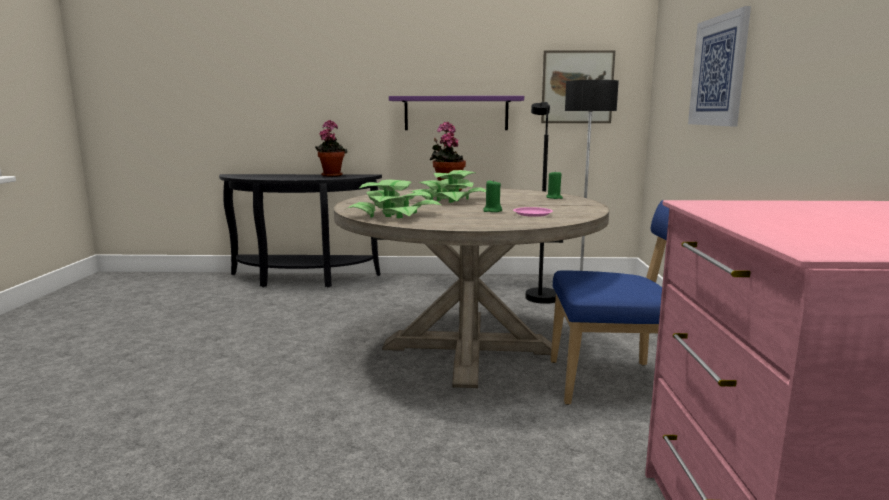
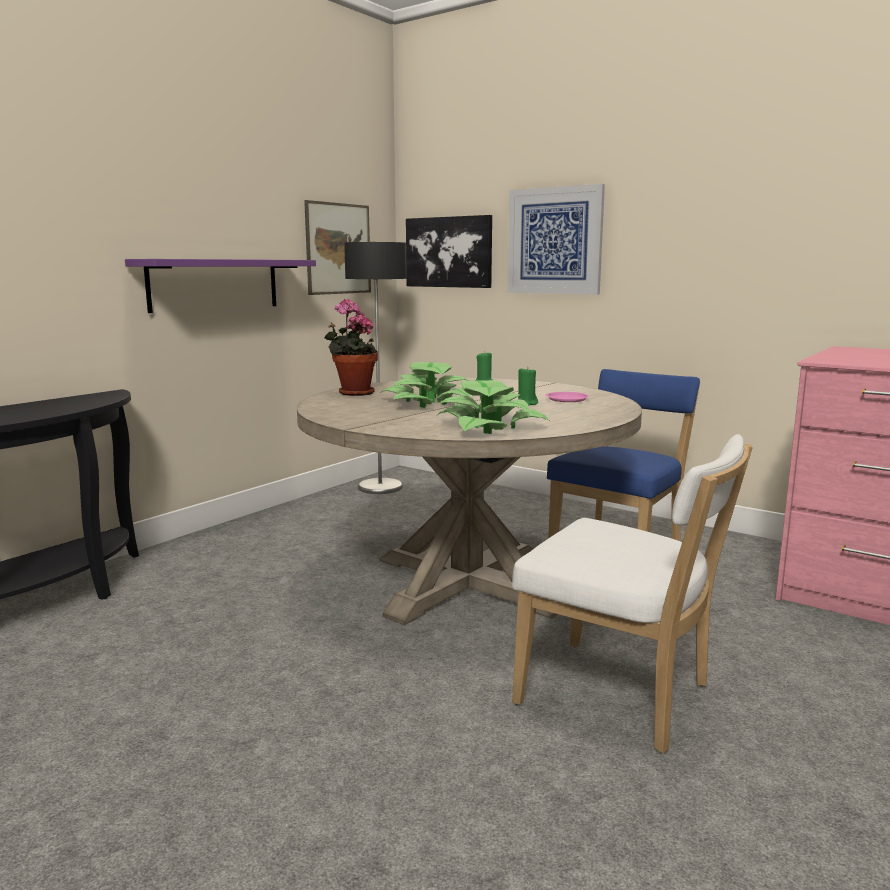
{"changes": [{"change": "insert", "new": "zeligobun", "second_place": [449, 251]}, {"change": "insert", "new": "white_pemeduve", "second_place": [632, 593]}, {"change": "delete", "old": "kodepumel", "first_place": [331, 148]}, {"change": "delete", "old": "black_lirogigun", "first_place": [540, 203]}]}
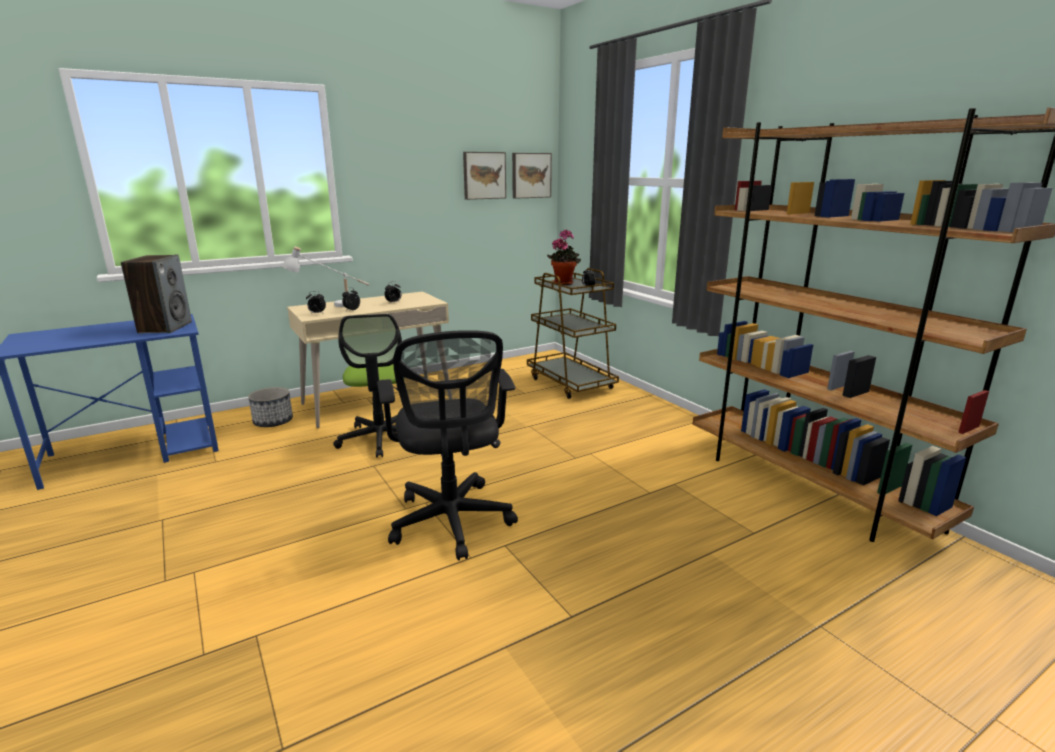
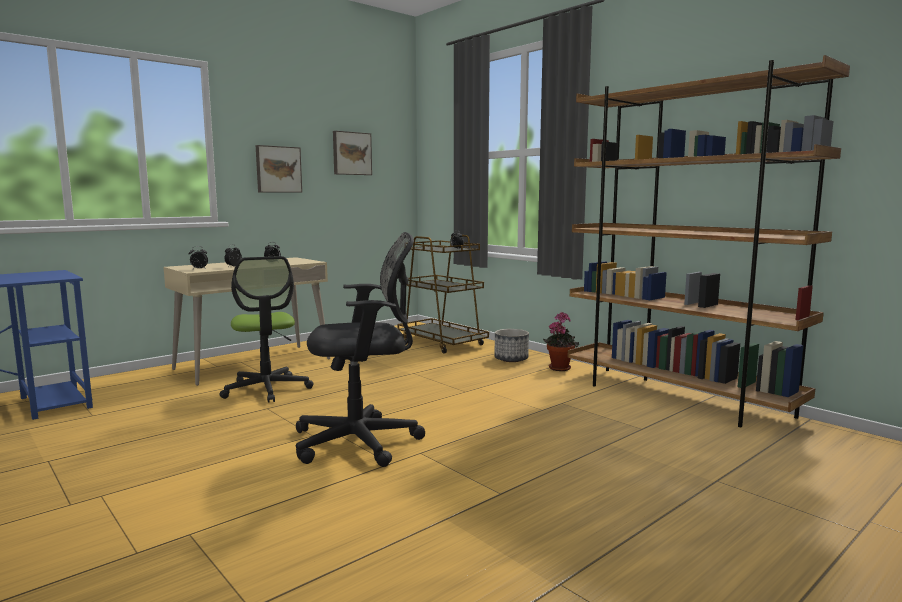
{"changes": [{"change": "move", "old": "zeligobun", "first_place": [532, 176], "second_place": [279, 169]}, {"change": "rotate", "old": "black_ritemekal", "first_place": [447, 445], "second_place": [360, 349], "degrees": -75}, {"change": "move", "old": "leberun", "first_place": [270, 407], "second_place": [512, 345]}, {"change": "move", "old": "kodepumel", "first_place": [564, 257], "second_place": [561, 341]}, {"change": "delete", "old": "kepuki", "first_place": [156, 294]}, {"change": "delete", "old": "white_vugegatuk", "first_place": [326, 276]}]}
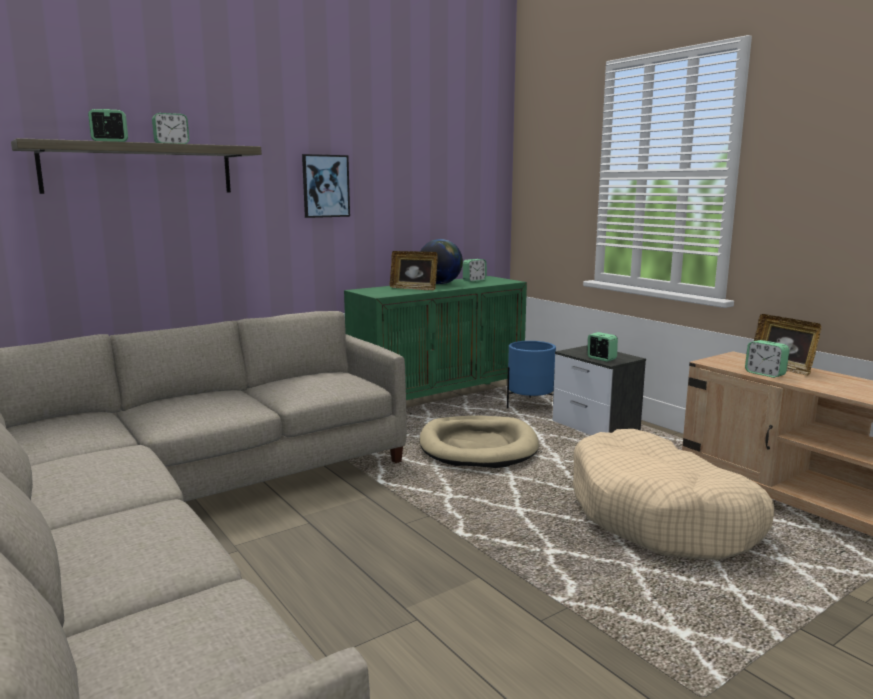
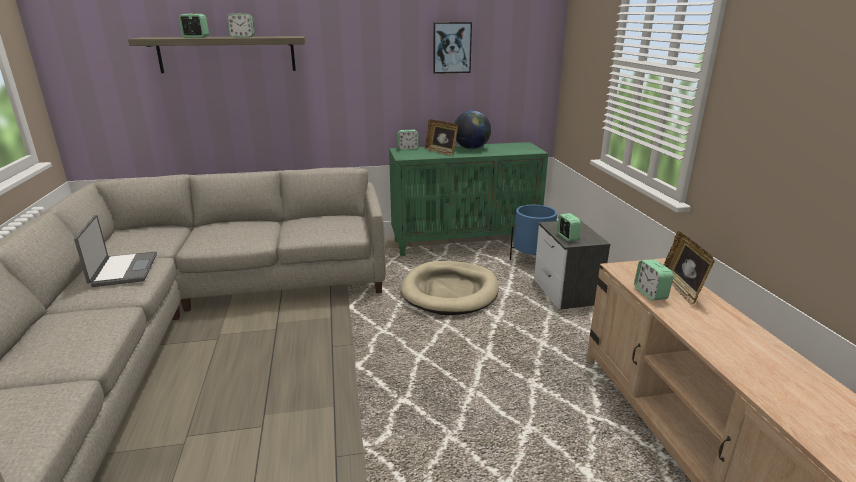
{"changes": [{"change": "insert", "new": "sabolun", "second_place": [115, 251]}, {"change": "move", "old": "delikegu", "first_place": [475, 270], "second_place": [408, 140]}, {"change": "move", "old": "zeligobun", "first_place": [326, 186], "second_place": [452, 48]}, {"change": "delete", "old": "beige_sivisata", "first_place": [673, 494]}]}
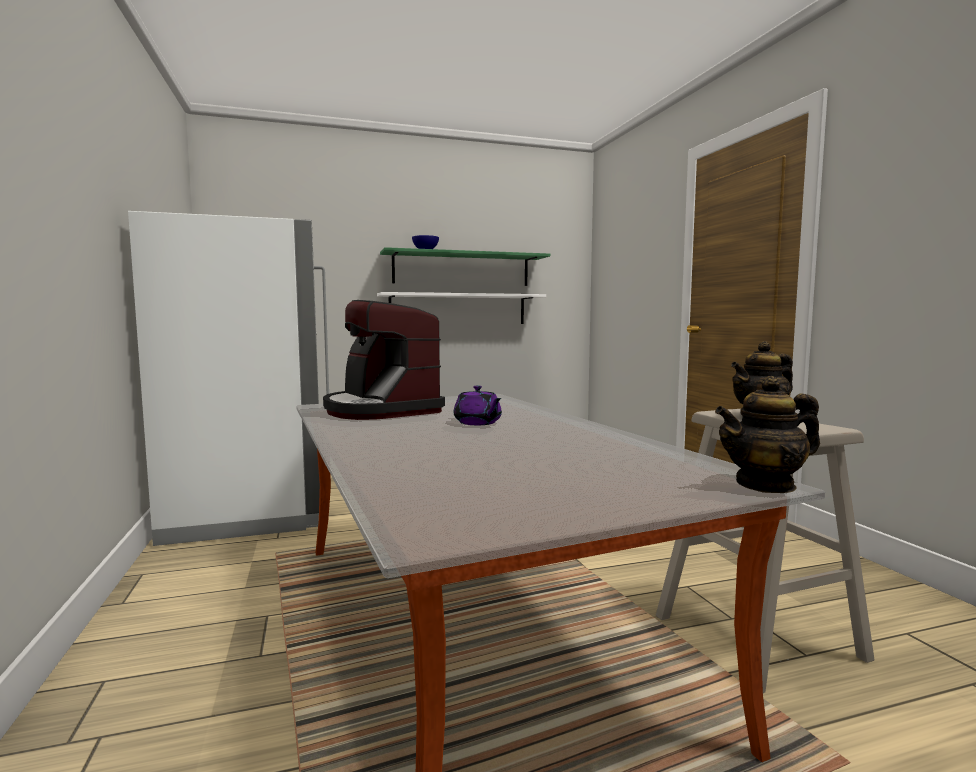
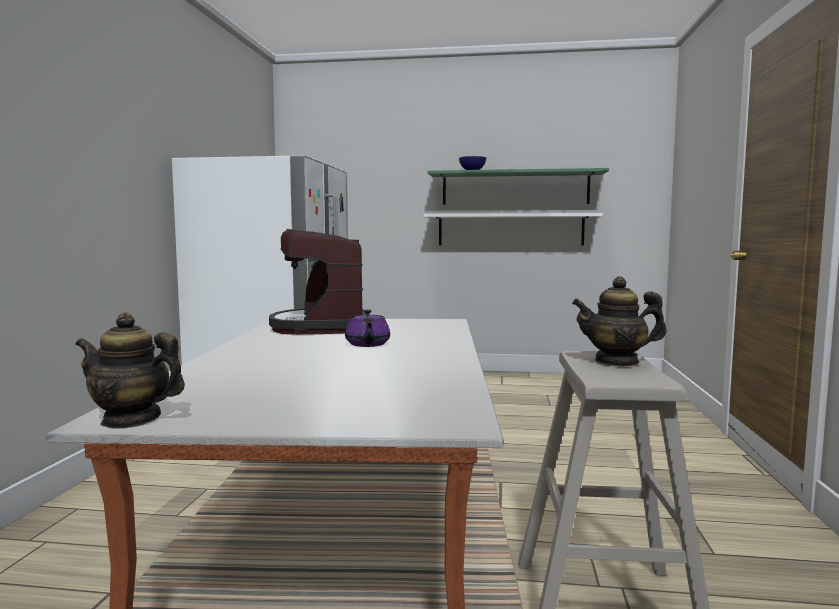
{"changes": [{"change": "move", "old": "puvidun", "first_place": [767, 434], "second_place": [130, 371]}]}
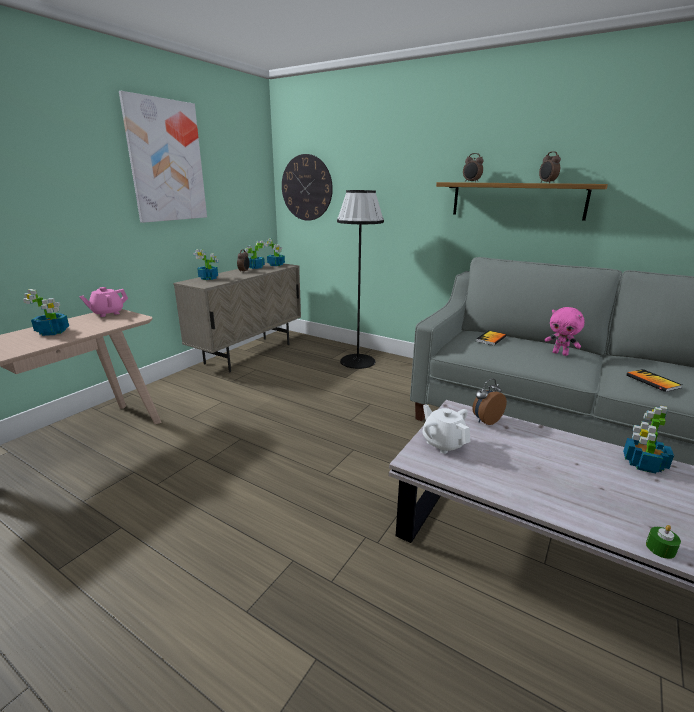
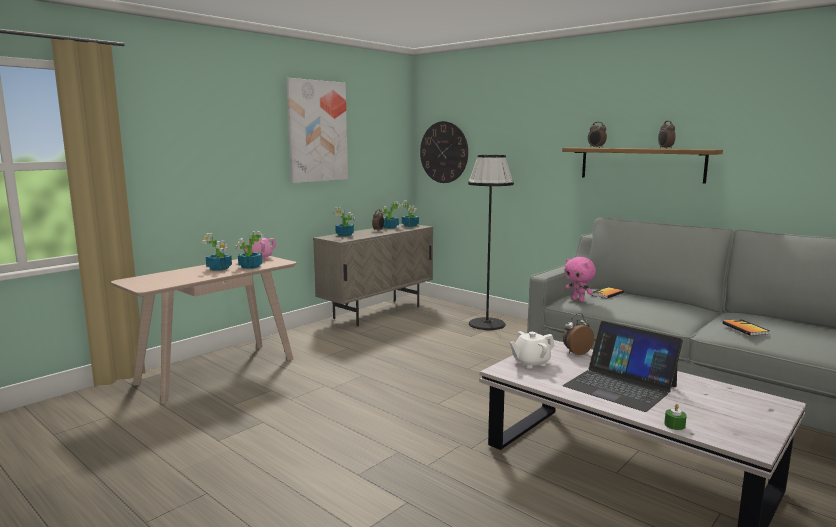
{"changes": [{"change": "move", "old": "kodepumel", "first_place": [648, 440], "second_place": [249, 250]}, {"change": "rotate", "old": "white_puvidun", "first_place": [446, 429], "second_place": [532, 350], "degrees": -90}, {"change": "insert", "new": "sabolun", "second_place": [623, 366]}, {"change": "move", "old": "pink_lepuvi", "first_place": [565, 331], "second_place": [580, 279]}]}
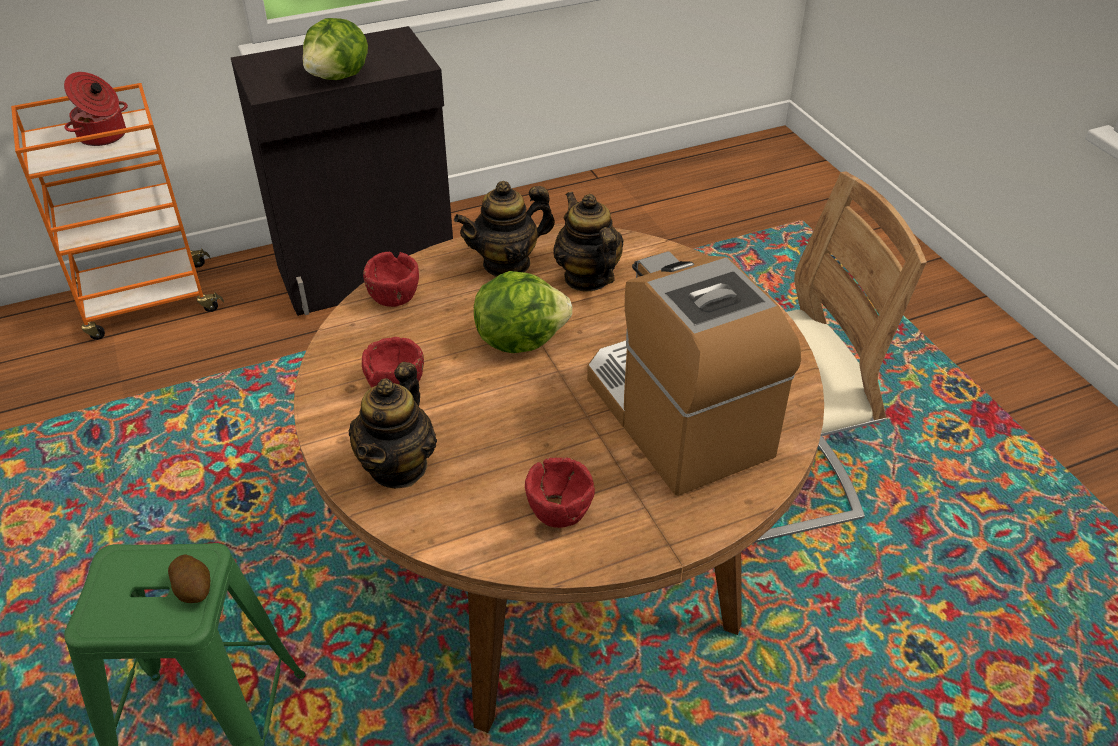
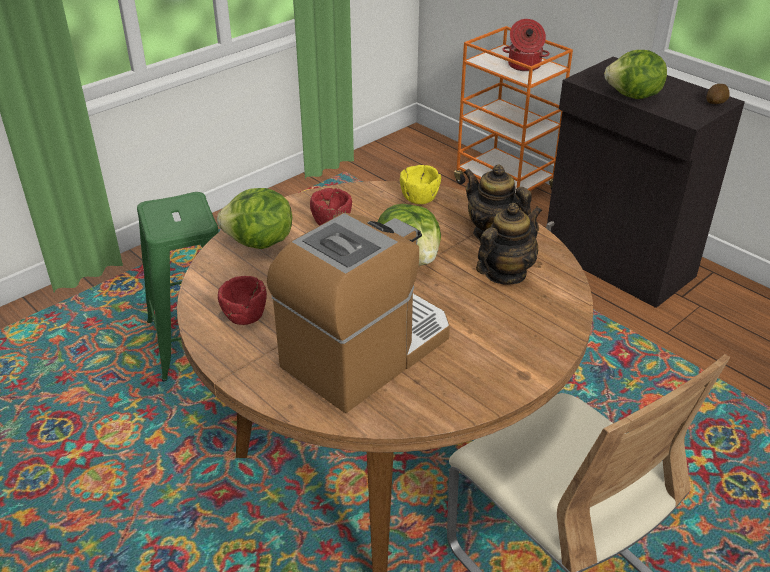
{"changes": [{"change": "replace", "old": "puvidun", "new": "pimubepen", "first_place": [392, 425], "second_place": [254, 218]}, {"change": "recolor", "old": "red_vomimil", "new": "yellow_vomimil", "first_place": [391, 279], "second_place": [420, 184]}, {"change": "move", "old": "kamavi", "first_place": [189, 578], "second_place": [718, 94]}]}
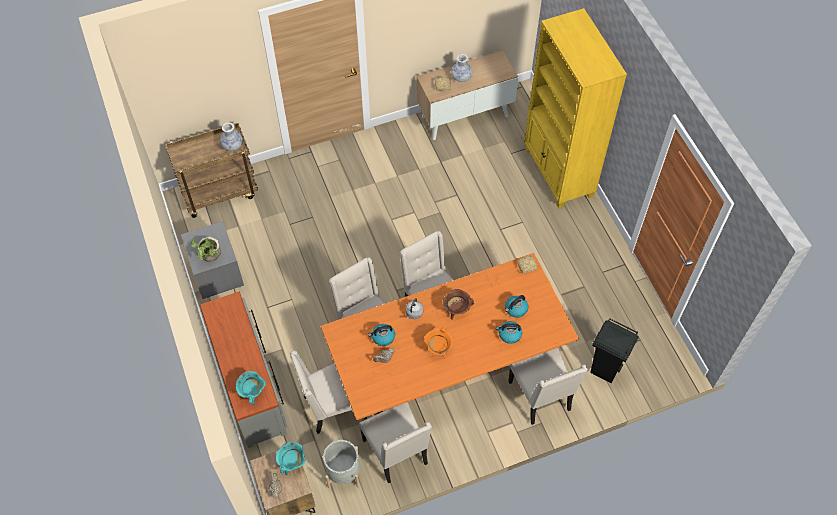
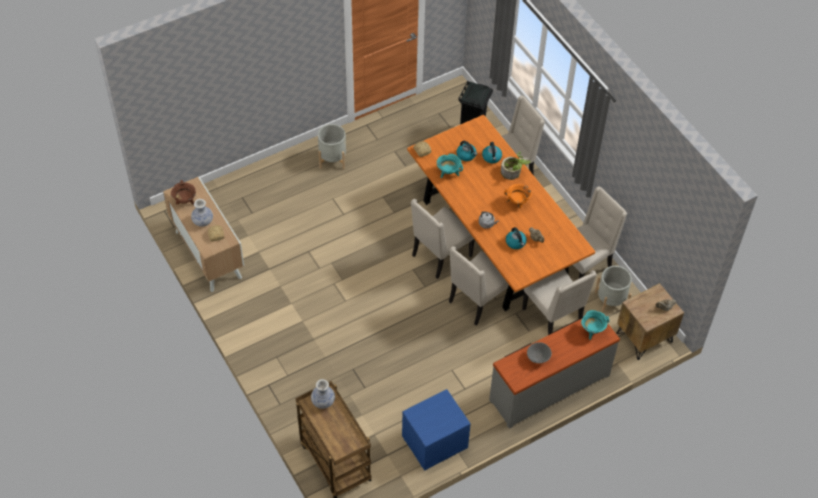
{"changes": [{"change": "move", "old": "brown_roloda", "first_place": [458, 304], "second_place": [183, 192]}, {"change": "insert", "new": "grey_leberun", "second_place": [332, 146]}, {"change": "recolor", "old": "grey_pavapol", "new": "blue_pavapol", "first_place": [212, 260], "second_place": [436, 430]}, {"change": "move", "old": "turquoise_roloda", "first_place": [291, 458], "second_place": [450, 166]}, {"change": "move", "old": "kodepumel", "first_place": [206, 249], "second_place": [516, 166]}, {"change": "insert", "new": "grey_vomimil", "second_place": [539, 353]}, {"change": "delete", "old": "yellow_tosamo", "first_place": [575, 108]}]}
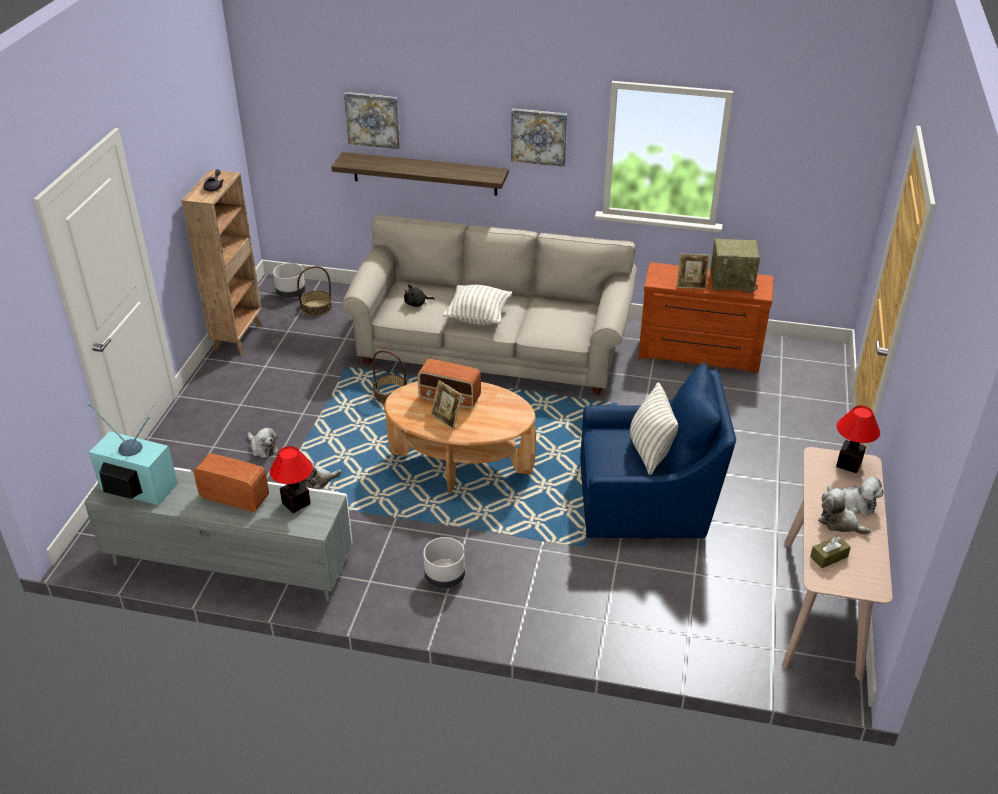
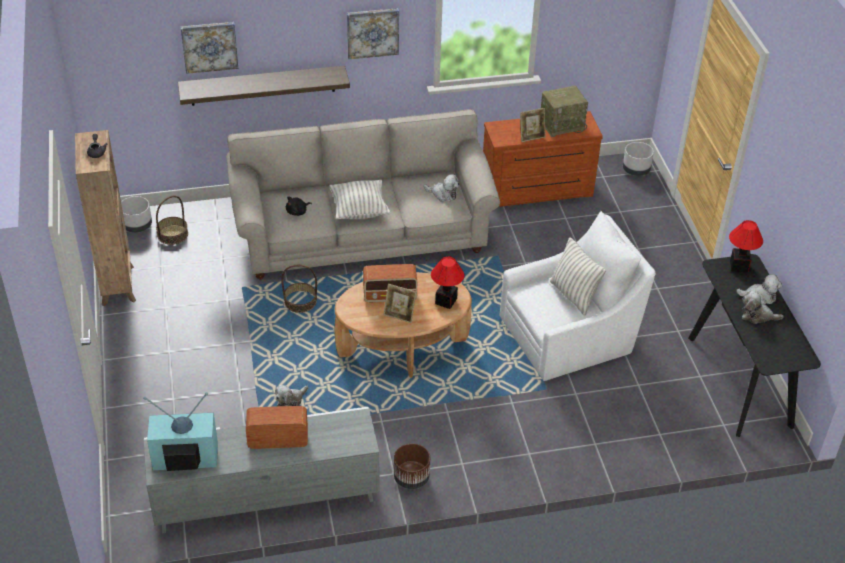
{"changes": [{"change": "insert", "new": "brown_leberun", "second_place": [412, 466]}, {"change": "move", "old": "lepuvi", "first_place": [263, 443], "second_place": [441, 188]}, {"change": "move", "old": "vugegatuk", "first_place": [291, 479], "second_place": [447, 282]}, {"change": "recolor", "old": "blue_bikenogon", "new": "white_bikenogon", "first_place": [658, 450], "second_place": [577, 296]}, {"change": "move", "old": "grey_leberun", "first_place": [444, 562], "second_place": [638, 159]}, {"change": "recolor", "old": "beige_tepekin", "new": "black_tepekin", "first_place": [837, 564], "second_place": [754, 345]}, {"change": "delete", "old": "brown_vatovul", "first_place": [830, 551]}]}
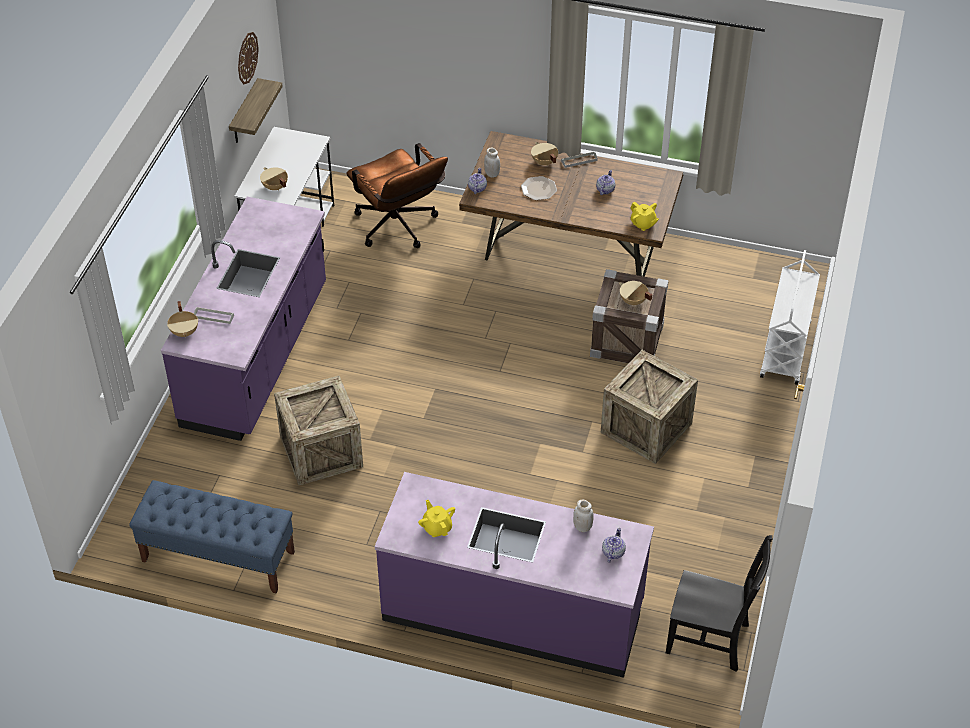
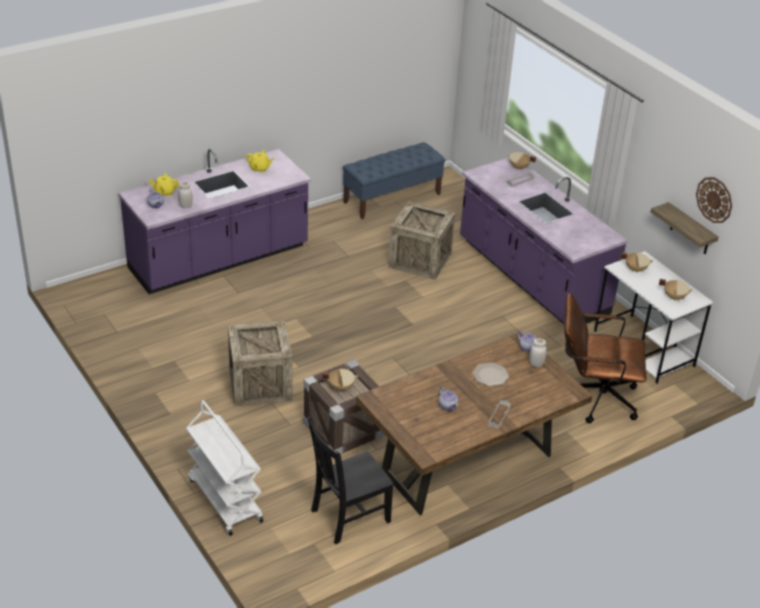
{"changes": [{"change": "move", "old": "yellow_puvidun", "first_place": [645, 216], "second_place": [164, 184]}, {"change": "move", "old": "black_pemeduve", "first_place": [719, 603], "second_place": [350, 480]}, {"change": "move", "old": "beige_roloda", "first_place": [544, 154], "second_place": [676, 290]}]}
